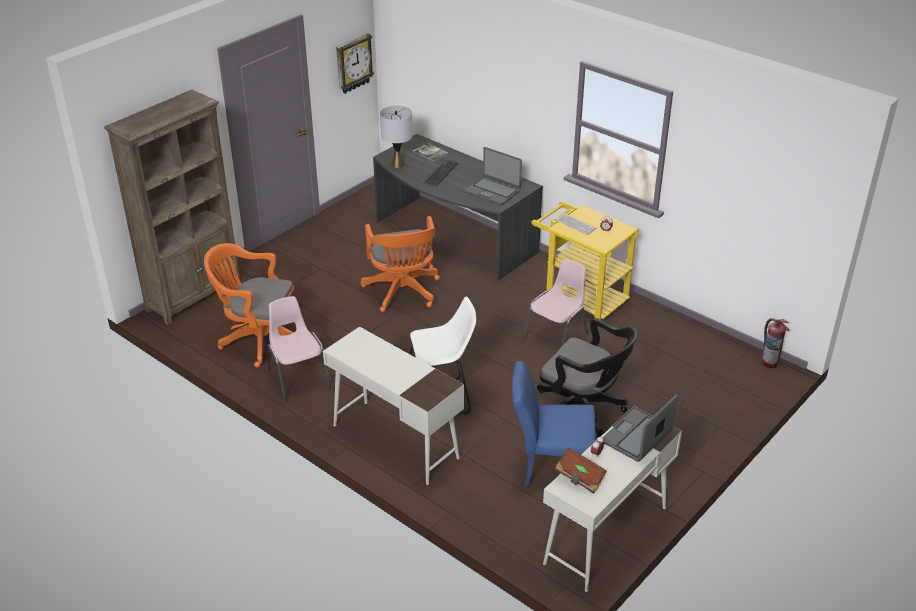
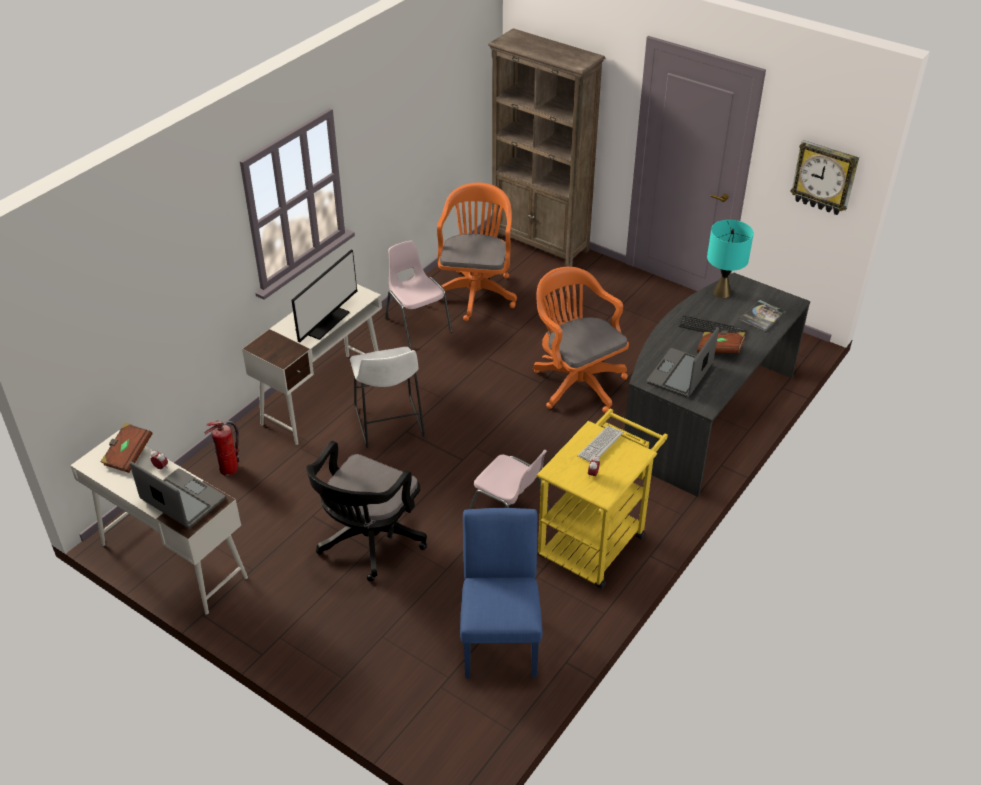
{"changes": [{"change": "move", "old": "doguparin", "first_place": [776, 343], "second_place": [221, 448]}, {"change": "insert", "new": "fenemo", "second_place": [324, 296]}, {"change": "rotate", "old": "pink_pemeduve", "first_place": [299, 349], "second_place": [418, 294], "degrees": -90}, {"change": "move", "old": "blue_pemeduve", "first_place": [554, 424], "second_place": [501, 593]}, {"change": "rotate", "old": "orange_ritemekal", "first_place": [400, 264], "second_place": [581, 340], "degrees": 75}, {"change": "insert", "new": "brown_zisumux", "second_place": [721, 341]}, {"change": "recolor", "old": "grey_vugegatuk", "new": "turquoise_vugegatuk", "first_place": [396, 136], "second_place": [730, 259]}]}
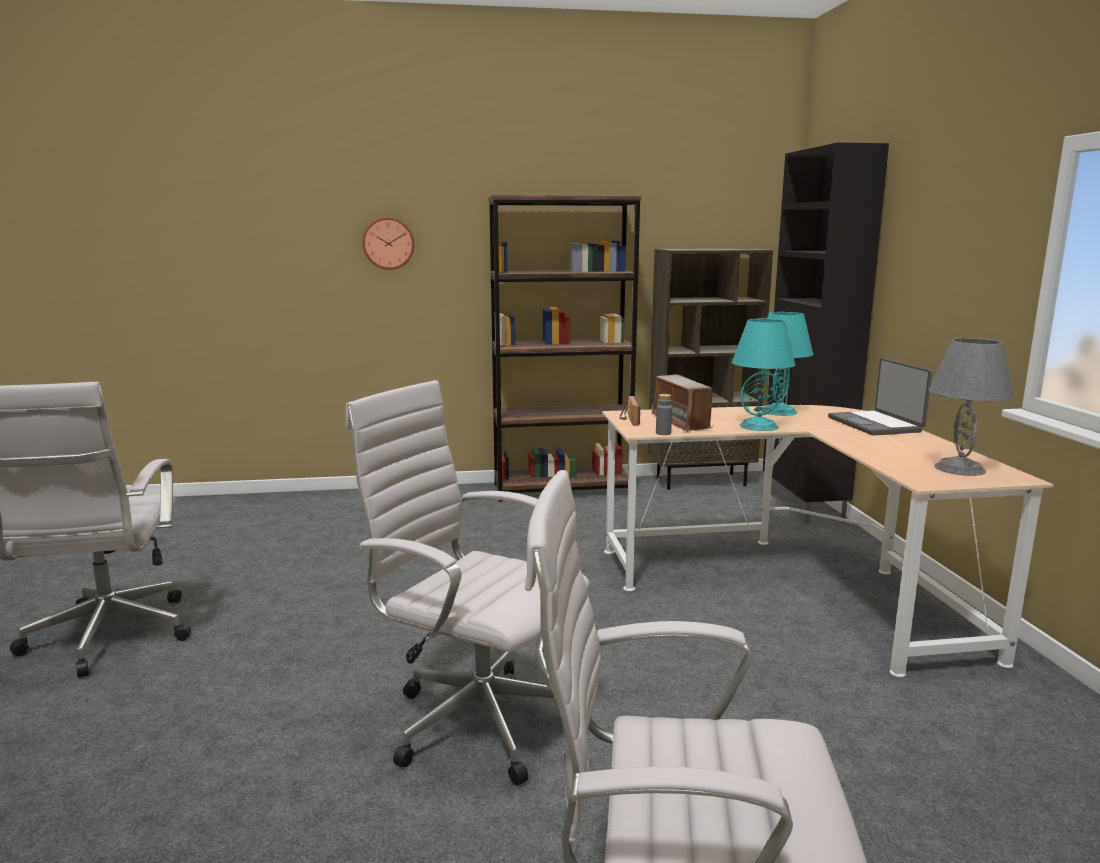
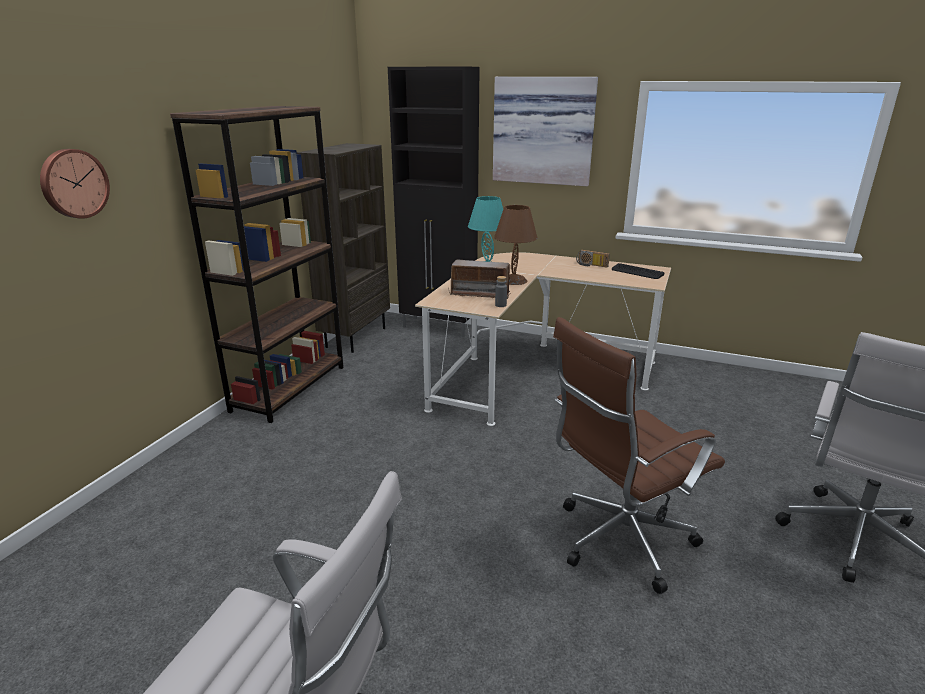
{"changes": [{"change": "insert", "new": "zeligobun", "second_place": [545, 131]}, {"change": "recolor", "old": "turquoise_vugegatuk", "new": "brown_vugegatuk", "first_place": [763, 375], "second_place": [516, 245]}, {"change": "recolor", "old": "white_ritemekal", "new": "brown_ritemekal", "first_place": [467, 582], "second_place": [639, 455]}, {"change": "move", "old": "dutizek", "first_place": [630, 411], "second_place": [593, 258]}, {"change": "replace", "old": "grey_vugegatuk", "new": "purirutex", "first_place": [971, 407], "second_place": [638, 271]}, {"change": "delete", "old": "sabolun", "first_place": [880, 396]}]}
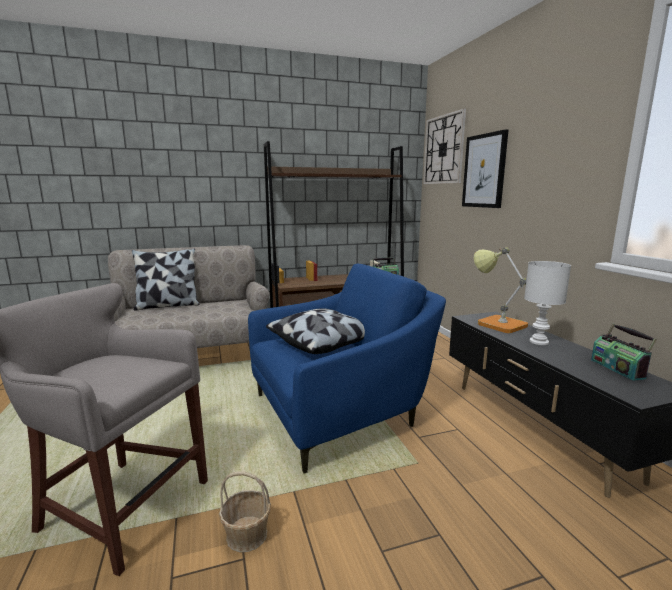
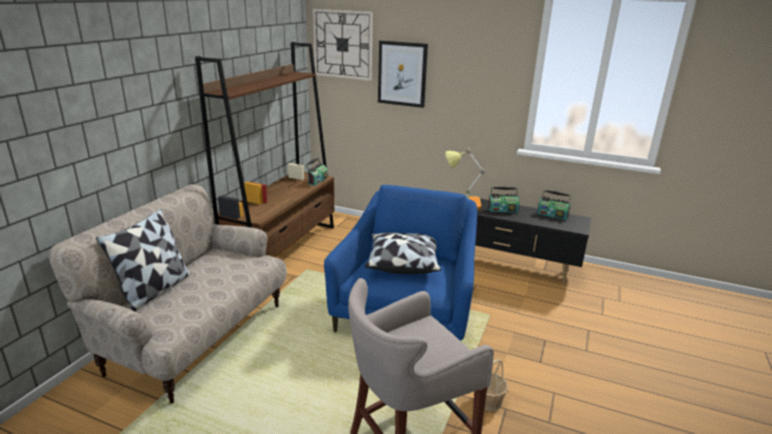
{"changes": [{"change": "replace", "old": "white_vugegatuk", "new": "dutizek", "first_place": [547, 303], "second_place": [503, 200]}]}
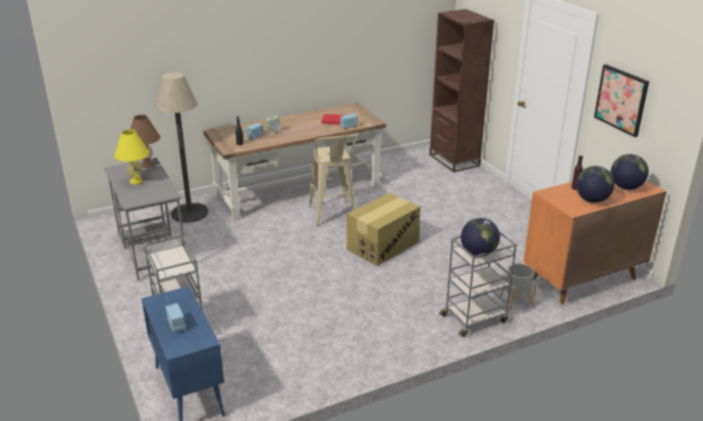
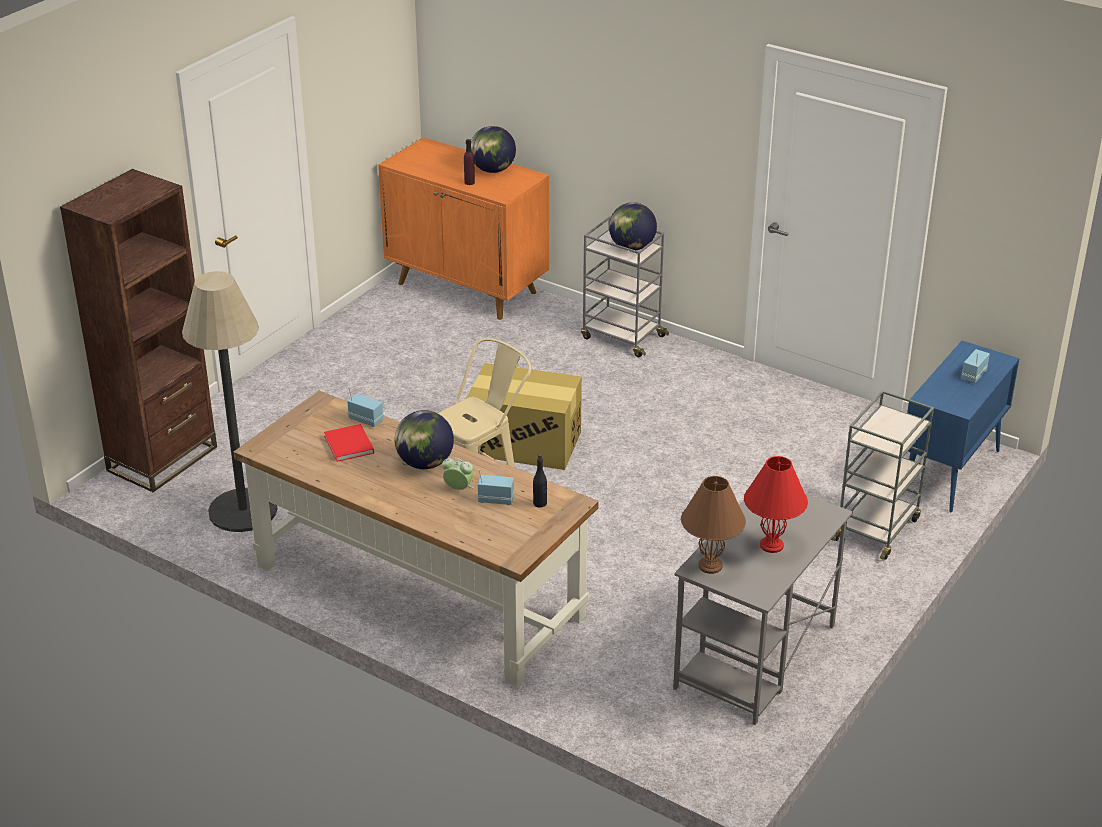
{"changes": [{"change": "move", "old": "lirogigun", "first_place": [182, 147], "second_place": [229, 401]}, {"change": "move", "old": "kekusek", "first_place": [630, 172], "second_place": [424, 439]}, {"change": "recolor", "old": "yellow_vugegatuk", "new": "red_vugegatuk", "first_place": [131, 157], "second_place": [776, 504]}, {"change": "delete", "old": "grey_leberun", "first_place": [518, 287]}, {"change": "delete", "old": "zeligobun", "first_place": [621, 100]}]}
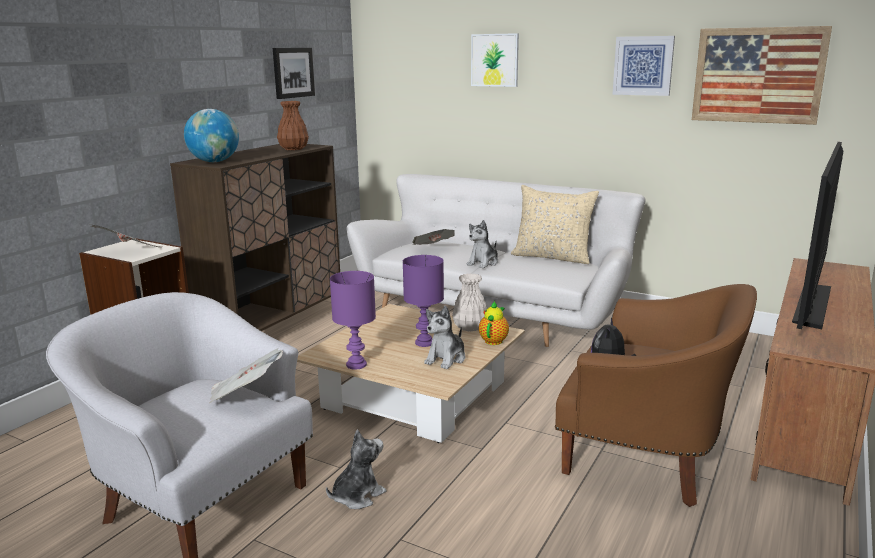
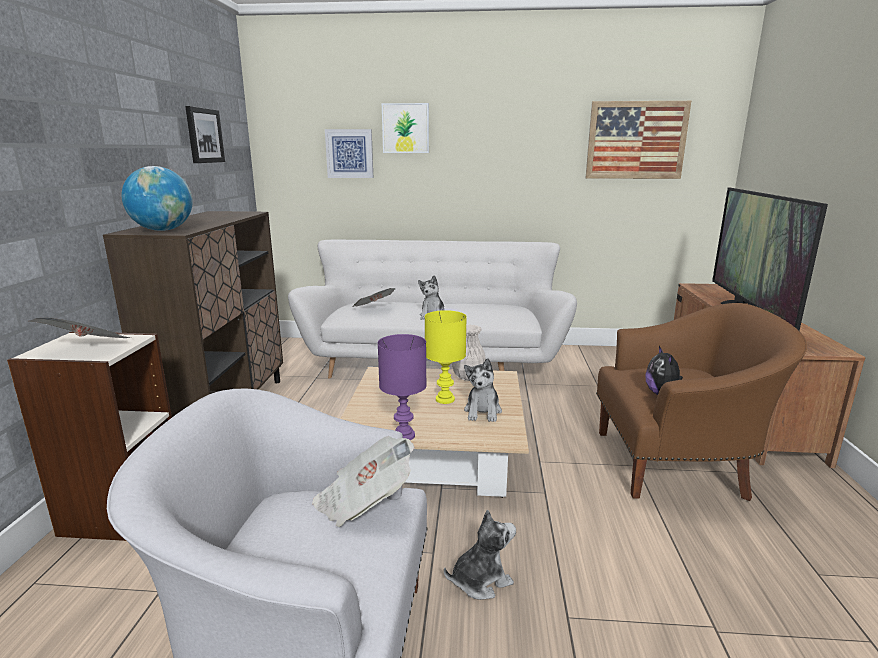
{"changes": [{"change": "move", "old": "zeligobun", "first_place": [644, 66], "second_place": [349, 153]}, {"change": "recolor", "old": "purple_vugegatuk", "new": "yellow_vugegatuk", "first_place": [423, 301], "second_place": [446, 357]}, {"change": "rotate", "old": "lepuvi", "first_place": [356, 469], "second_place": [480, 555], "degrees": 45}, {"change": "delete", "old": "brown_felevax", "first_place": [293, 125]}, {"change": "delete", "old": "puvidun", "first_place": [494, 323]}, {"change": "delete", "old": "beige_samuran", "first_place": [555, 224]}]}
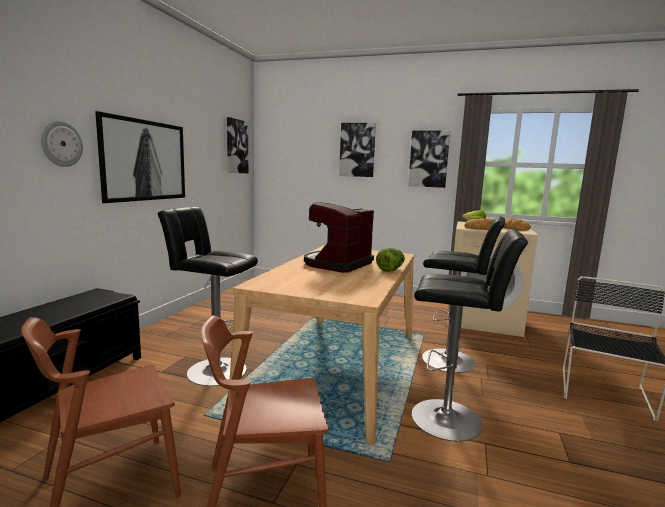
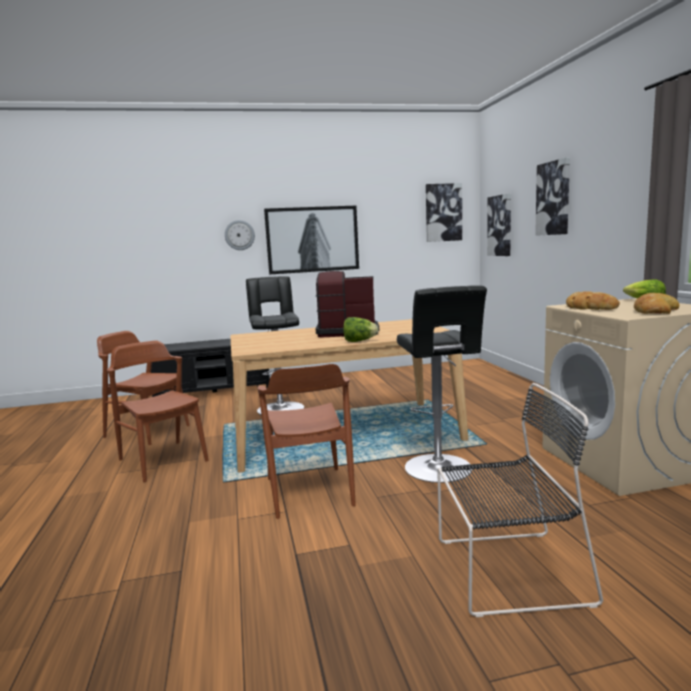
{"changes": [{"change": "replace", "old": "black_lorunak", "new": "brown_pemeduve", "first_place": [470, 335], "second_place": [307, 441]}, {"change": "move", "old": "zeligobun", "first_place": [429, 159], "second_place": [499, 224]}]}
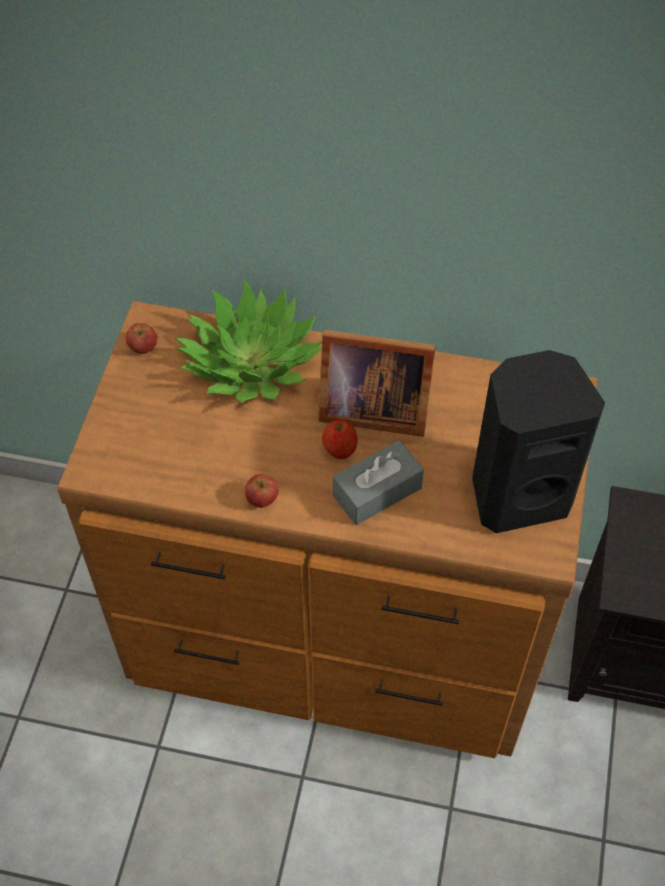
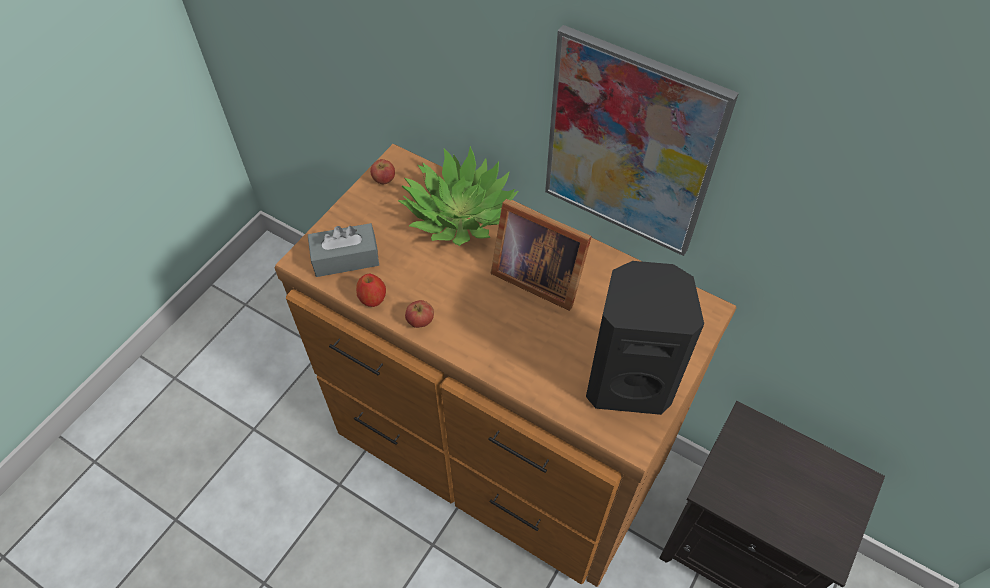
{"changes": [{"change": "move", "old": "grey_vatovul", "first_place": [378, 482], "second_place": [343, 250]}, {"change": "move", "old": "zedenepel", "first_place": [340, 439], "second_place": [371, 290]}, {"change": "insert", "new": "zeligobun", "second_place": [642, 140]}]}
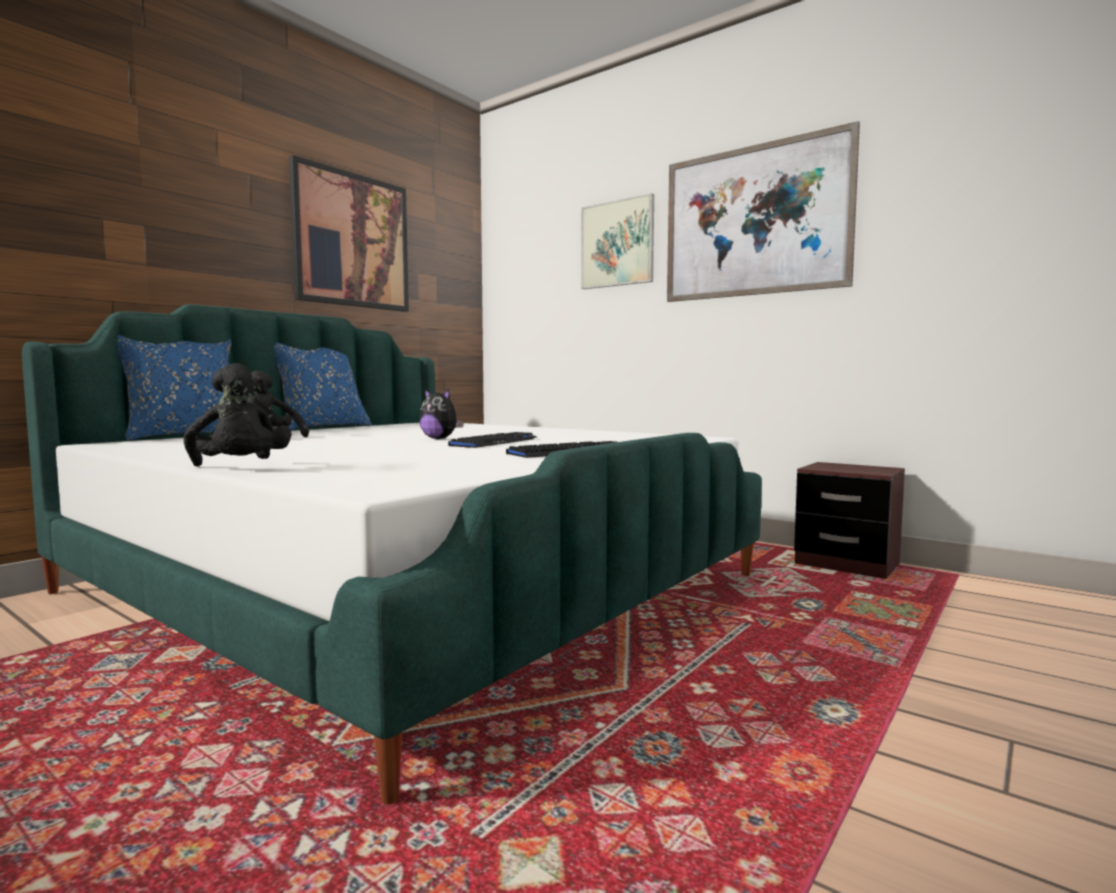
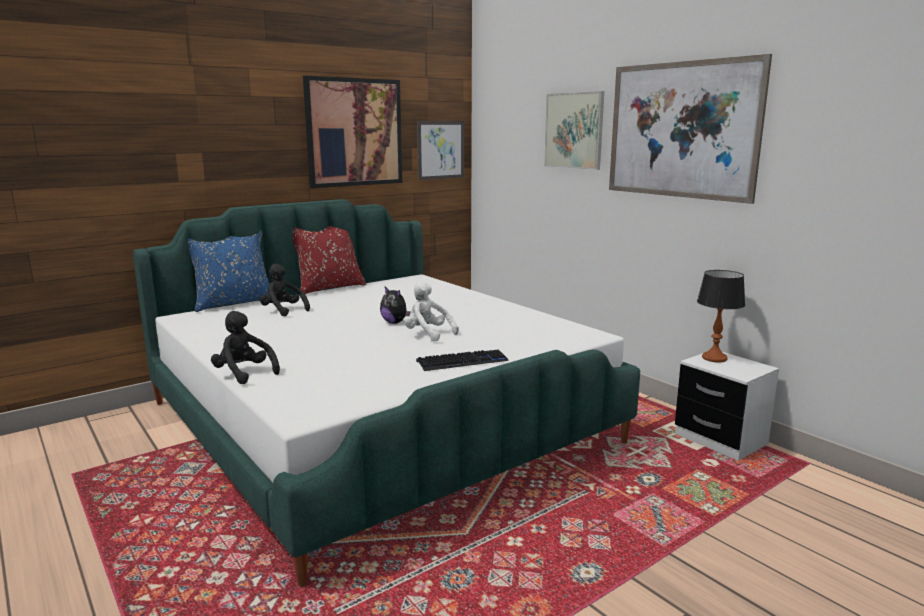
{"changes": [{"change": "rotate", "old": "black_lepuvi", "first_place": [238, 415], "second_place": [245, 347], "degrees": 150}, {"change": "recolor", "old": "blue_samuran", "new": "red_samuran", "first_place": [323, 386], "second_place": [329, 260]}, {"change": "replace", "old": "purirutex", "new": "white_lepuvi", "first_place": [492, 440], "second_place": [432, 311]}, {"change": "insert", "new": "zeligobun", "second_place": [440, 150]}, {"change": "recolor", "old": "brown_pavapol", "new": "white_pavapol", "first_place": [849, 520], "second_place": [727, 406]}, {"change": "insert", "new": "vugegatuk", "second_place": [721, 316]}]}
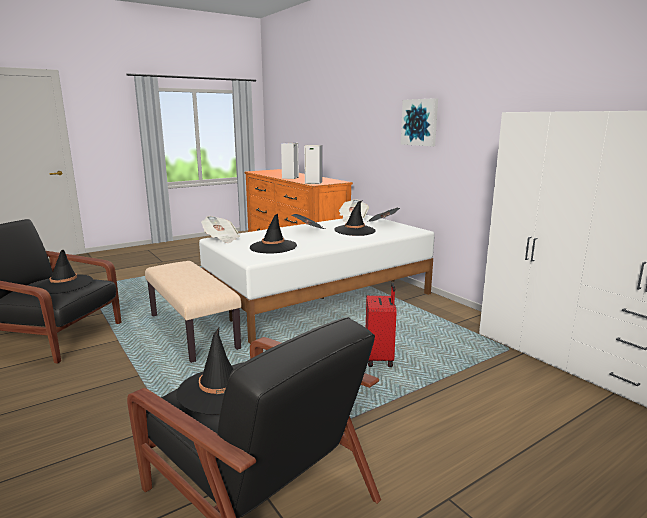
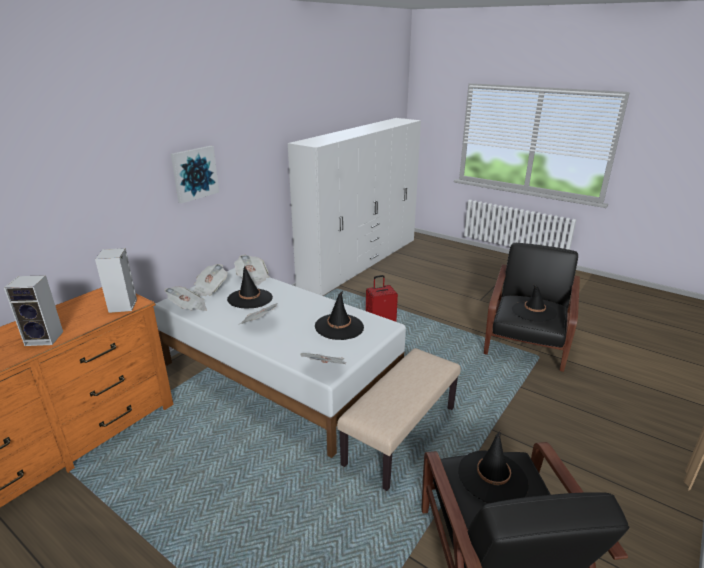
{"changes": [{"change": "insert", "new": "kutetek", "second_place": [252, 270]}]}
